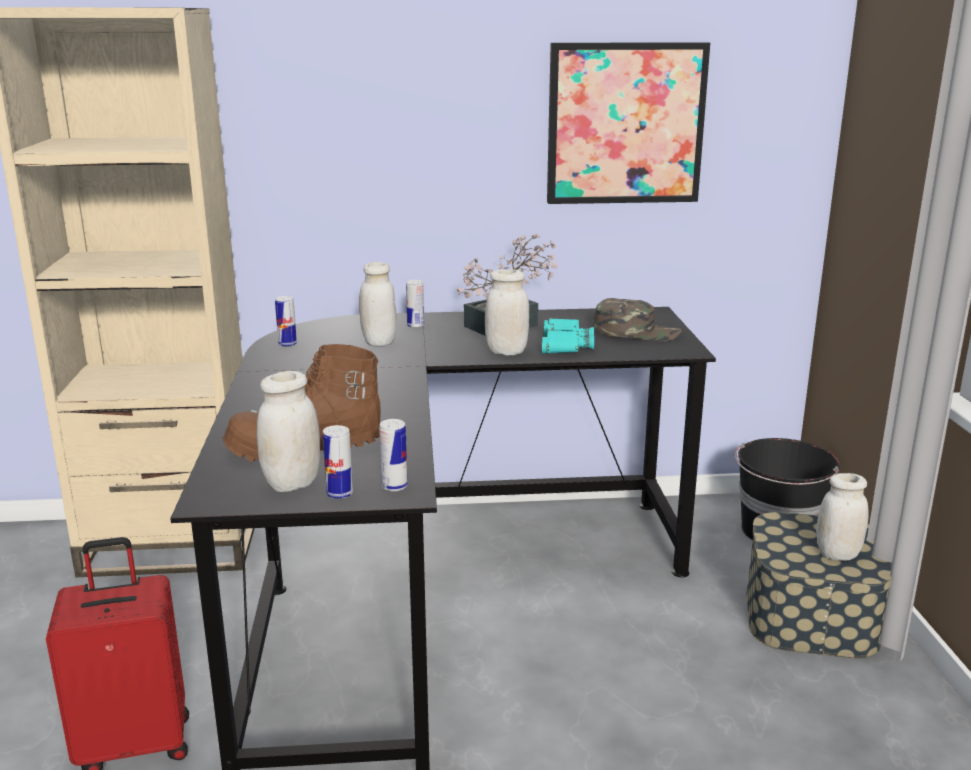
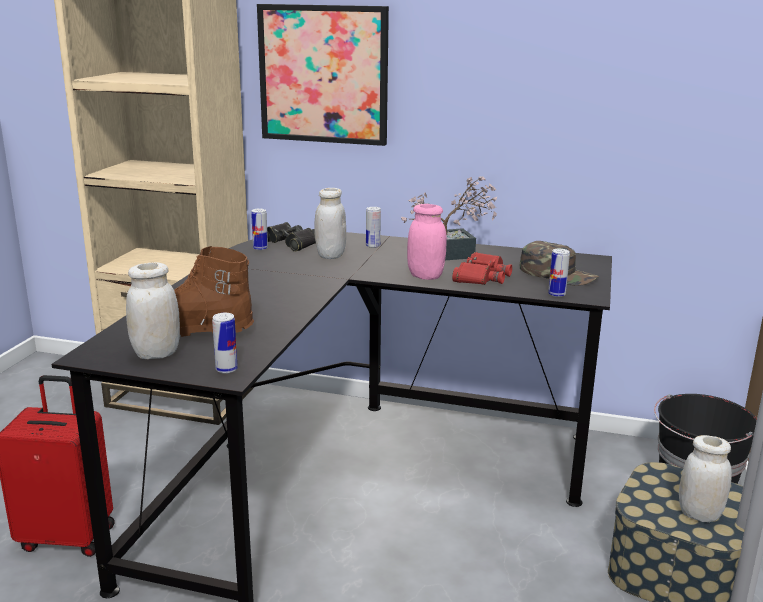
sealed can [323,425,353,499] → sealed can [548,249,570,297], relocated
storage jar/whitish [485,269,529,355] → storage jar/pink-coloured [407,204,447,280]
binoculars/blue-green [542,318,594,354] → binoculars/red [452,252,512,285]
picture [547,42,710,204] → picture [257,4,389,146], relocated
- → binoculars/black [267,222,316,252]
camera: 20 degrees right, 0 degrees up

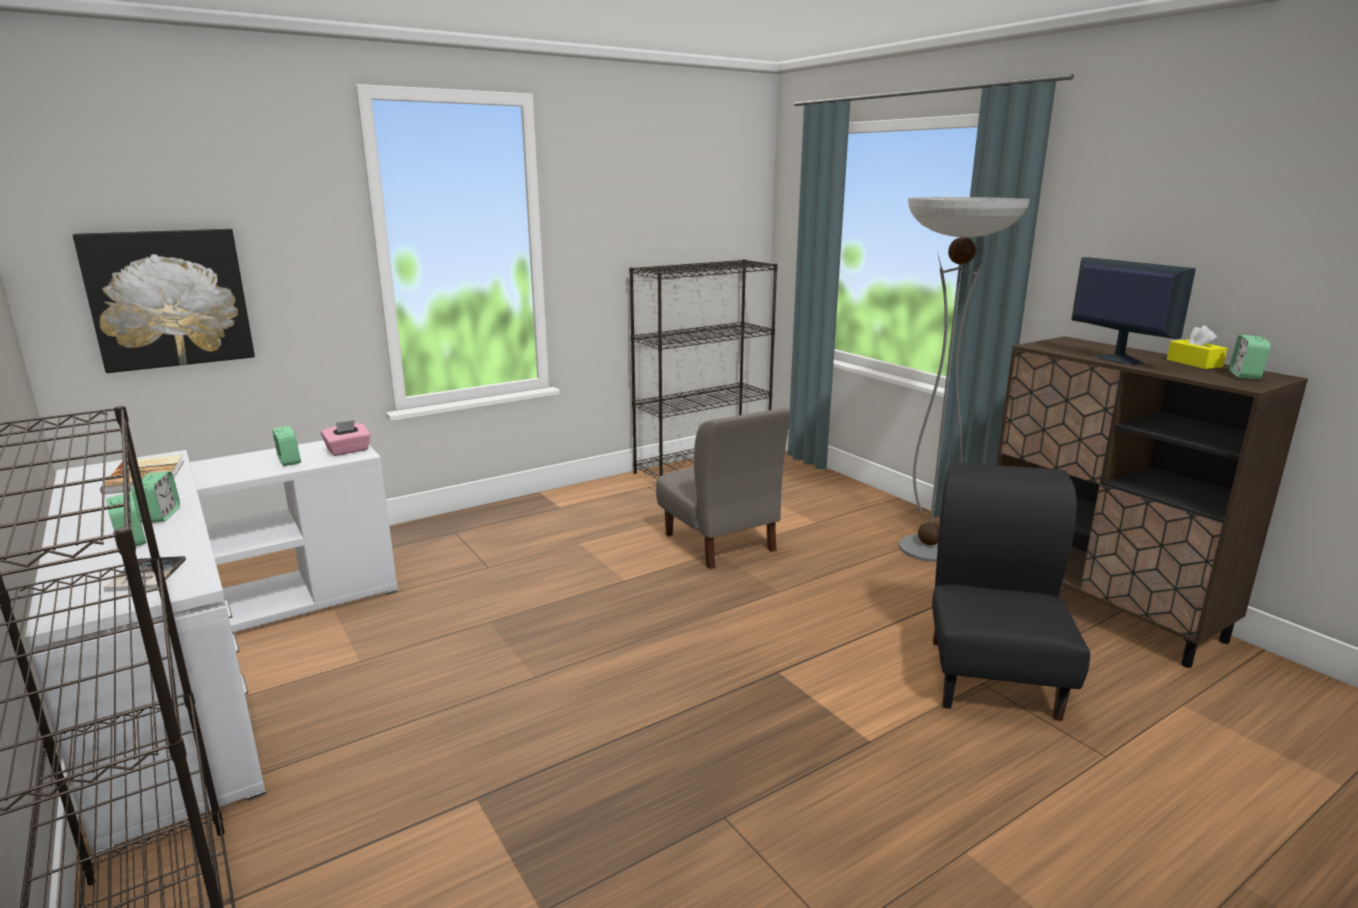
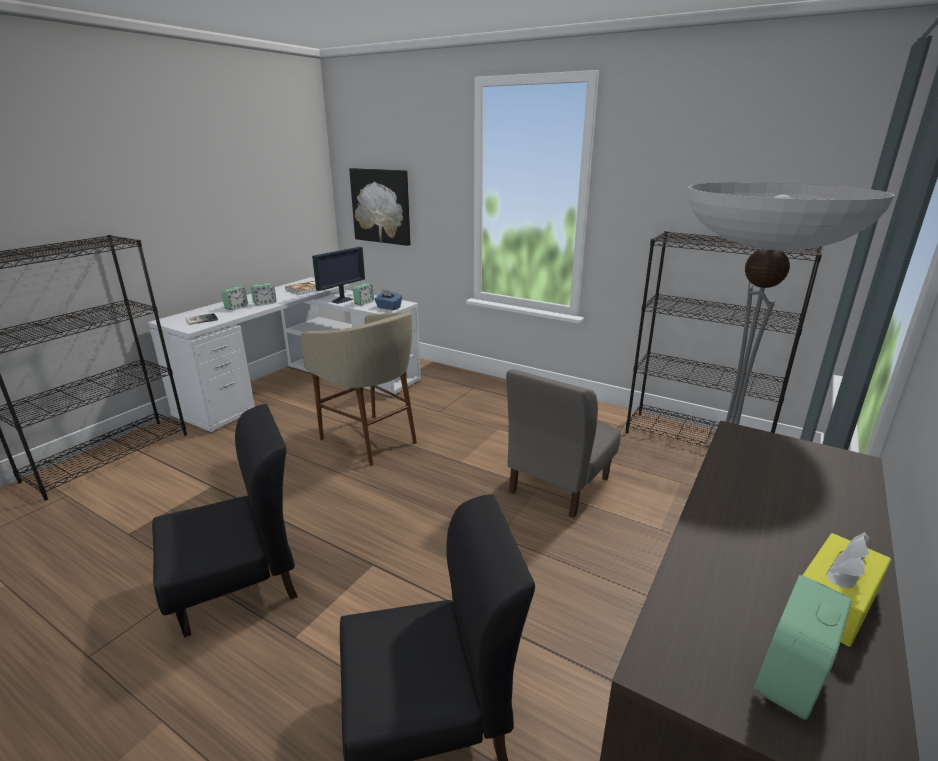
tissue box/pink-coloured [321,420,371,456] → tissue box/blue-coloured [374,289,402,310]
monitor [1071,257,1196,365] → monitor [312,247,365,304], relocated
alarm clock [1230,335,1271,379] → alarm clock [753,574,852,720], 45 degrees counterclockwise
- → upright chair/black [152,404,298,638]
- → stool seat/sand-coloured [300,312,417,466]
camera: 65 degrees right, 5 degrees up

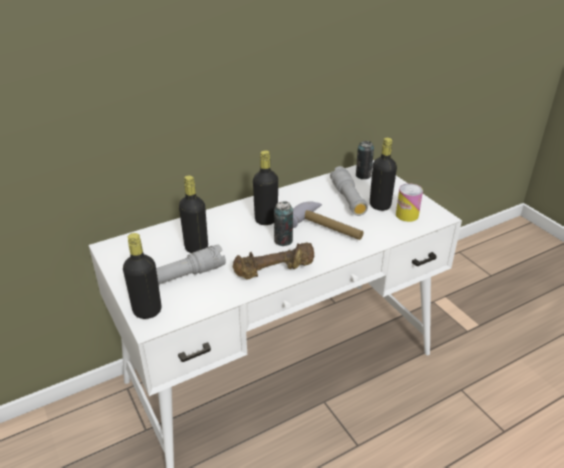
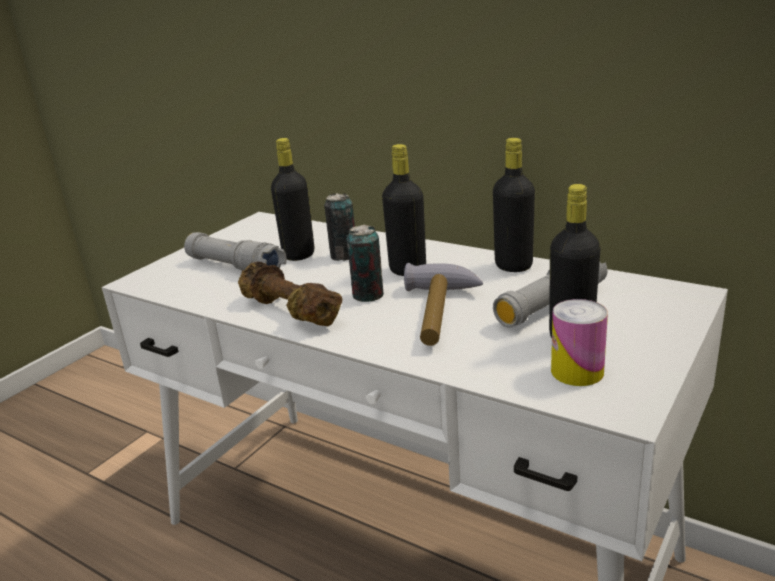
bottle/black [123,233,162,319] → bottle/black [493,138,535,272], relocated
sealed can [356,141,374,179] → sealed can [324,193,355,261], relocated
camera: 65 degrees right, 10 degrees down

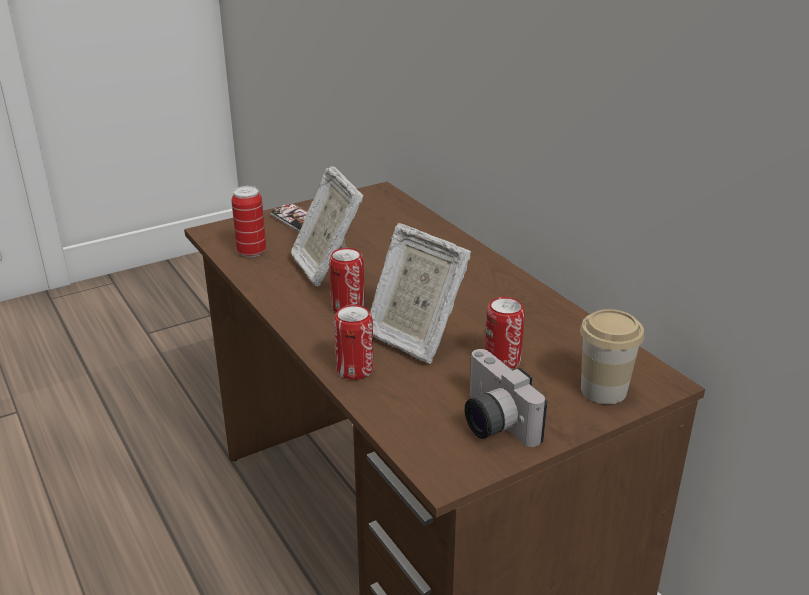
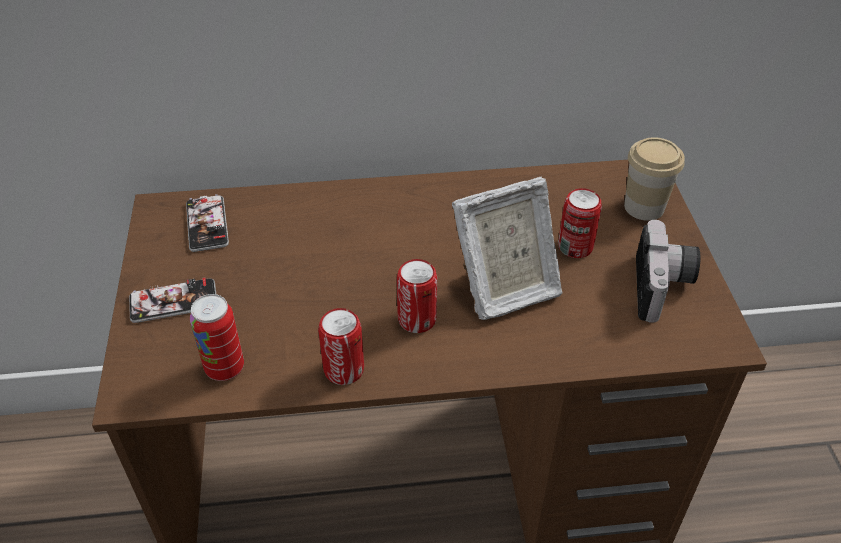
standing frame [291,166,364,286] → -
sealed can [334,305,374,380] → sealed can [318,308,364,385], relocated
photo camera [465,349,547,447] → photo camera [636,220,701,323], 75 degrees counterclockwise
- → phone [186,194,229,252]
camera: 65 degrees left, 15 degrees up

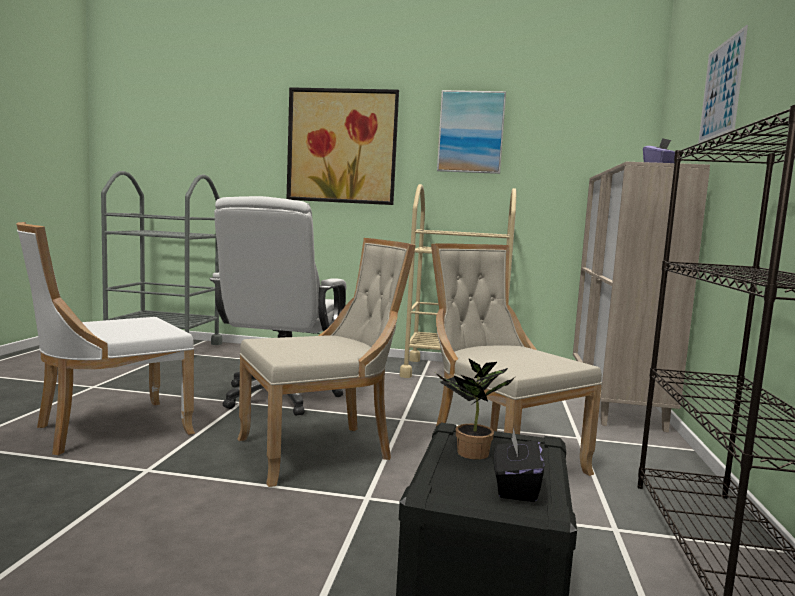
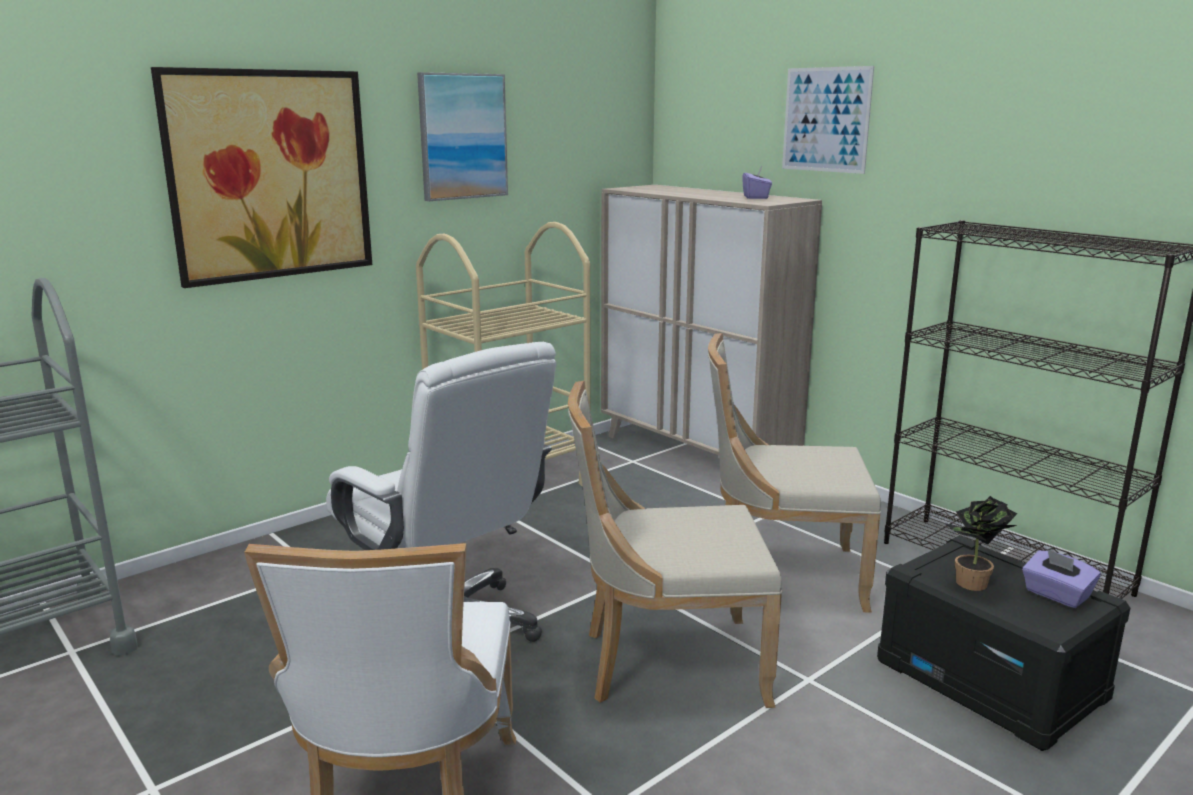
upright chair/sand-coloured [238,238,416,487] → upright chair/sand-coloured [568,381,782,708], 105 degrees counterclockwise
tissue box/black [494,428,544,502] → tissue box/purple-coloured [1022,549,1101,608]
camera: 50 degrees left, 10 degrees up

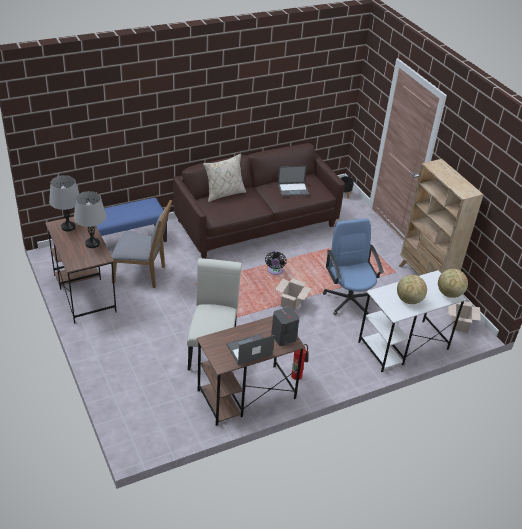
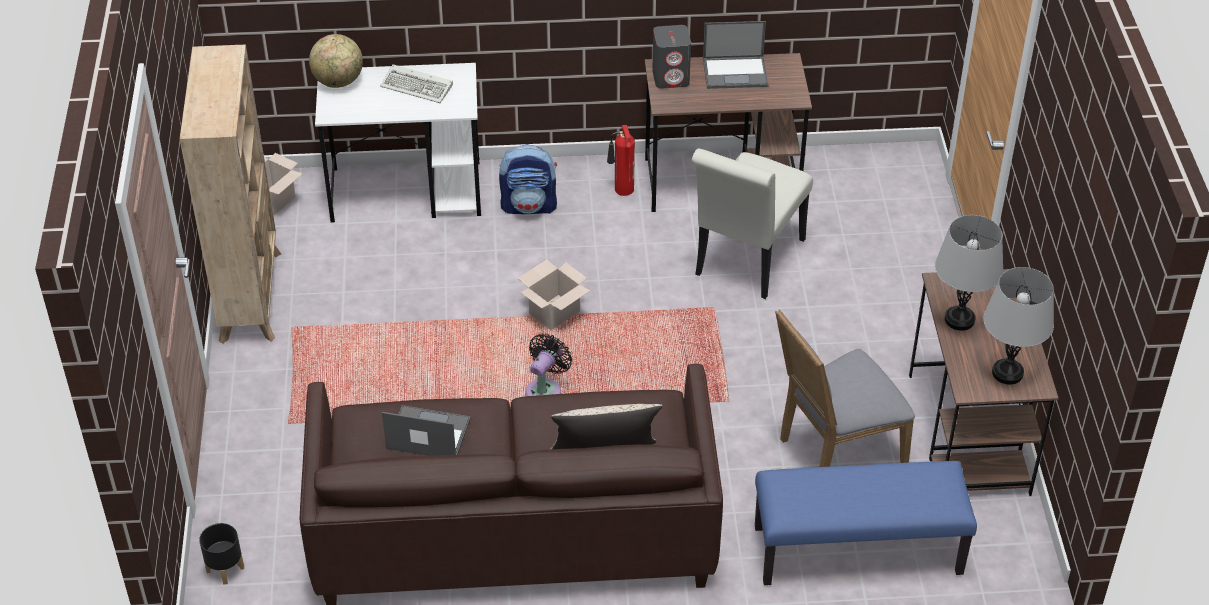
upright chair/gray [112,200,172,288] → upright chair/gray [775,309,915,467], 60 degrees counterclockwise
desk chair/blue-coloured [323,218,384,315] → -
desk globe [397,275,427,304] → keyboard [380,64,453,103]
- → backpack [499,145,557,214]
camera: 155 degrees left, 5 degrees up

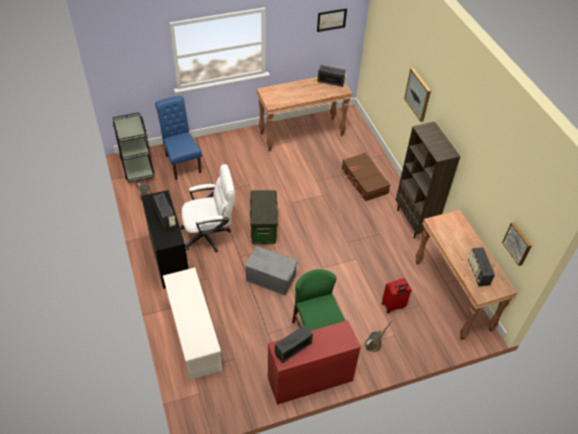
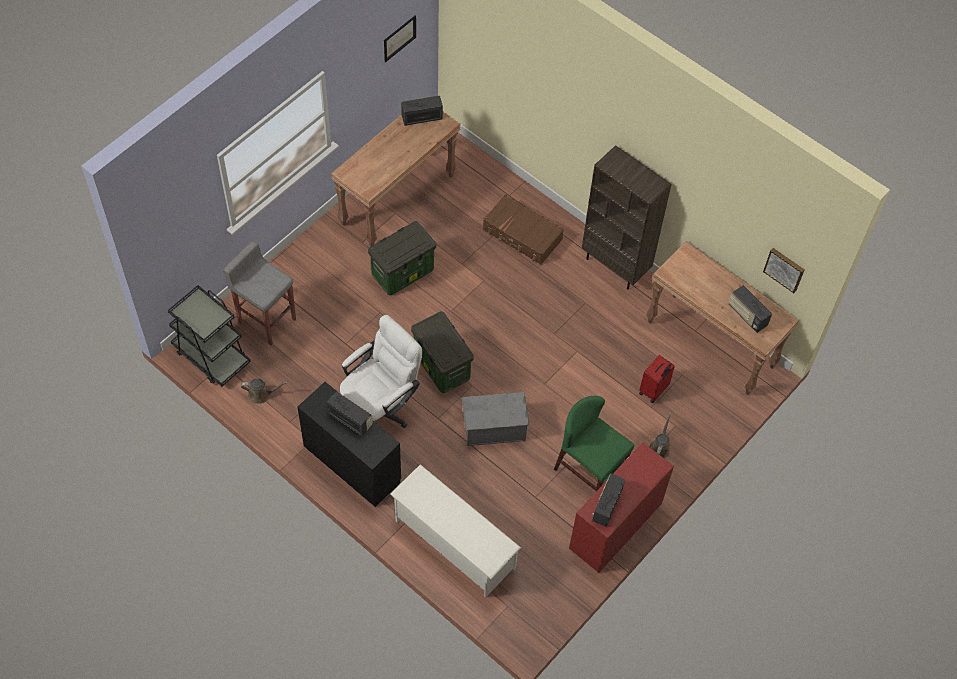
upright chair/blue-coloured [155,96,202,180] → stool seat/gray [223,241,296,345]
picture [404,68,431,122] → -
- → storage box [368,221,436,295]
camera: 30 degrees left, 10 degrees up

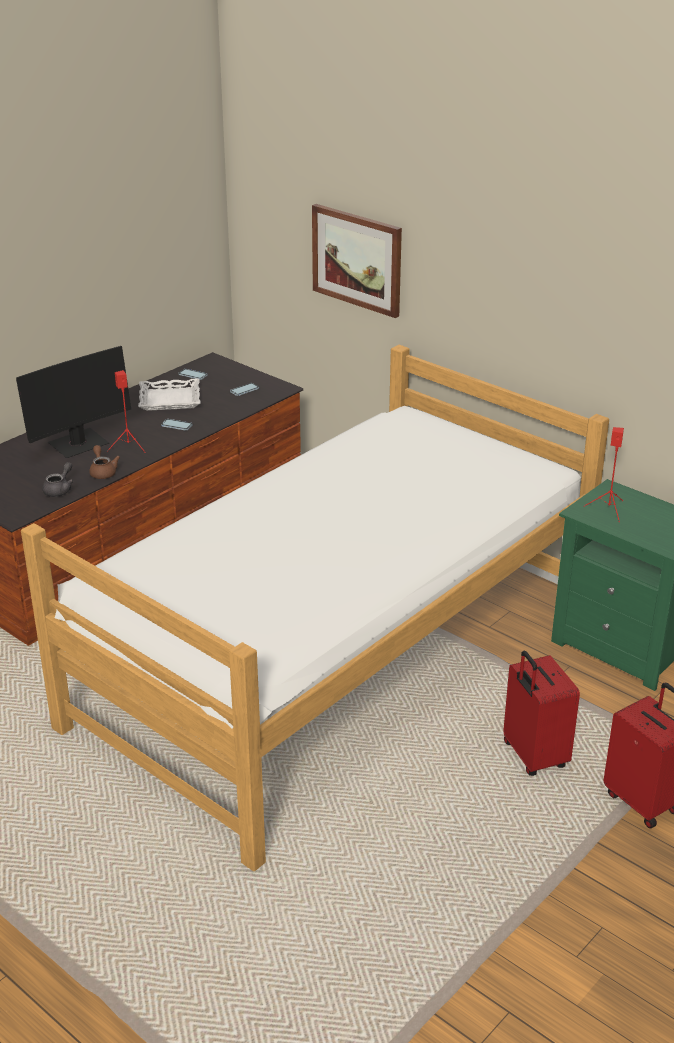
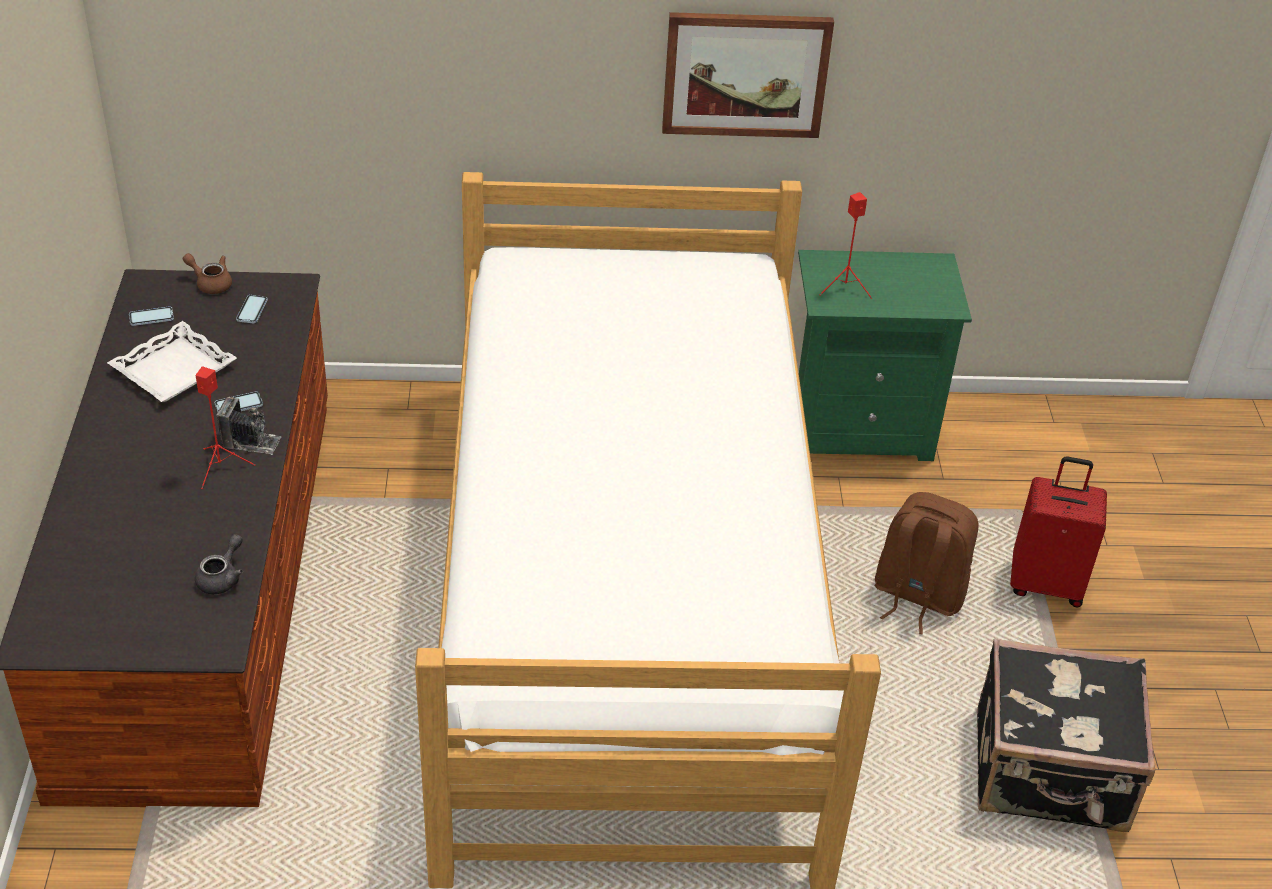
monitor [16,346,131,458] → -
pot for tea/gray [42,462,74,497] → pot for tea/gray [195,534,243,594], 45 degrees clockwise
pot for tea/brown-coloured [89,445,120,479] → pot for tea/brown-coloured [182,253,232,294], relocated
picture [312,204,402,318] → picture [662,12,834,138], relocated
travel case/red [503,651,580,776] → backpack/brown-coloured [874,492,979,635]
- → photo camera [217,396,282,455]
- → travel case/black [977,639,1155,832]
camera: 45 degrees left, 10 degrees up

